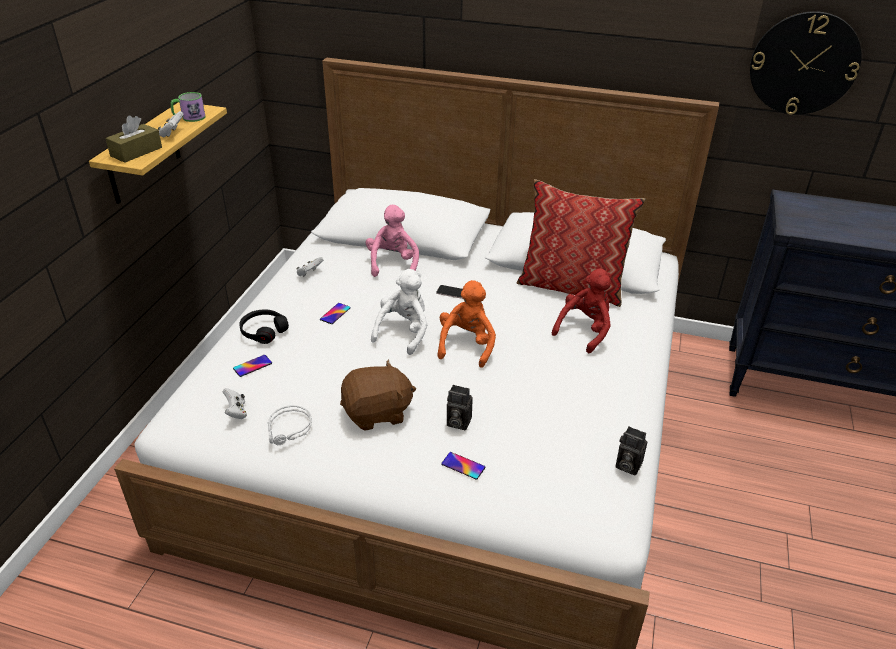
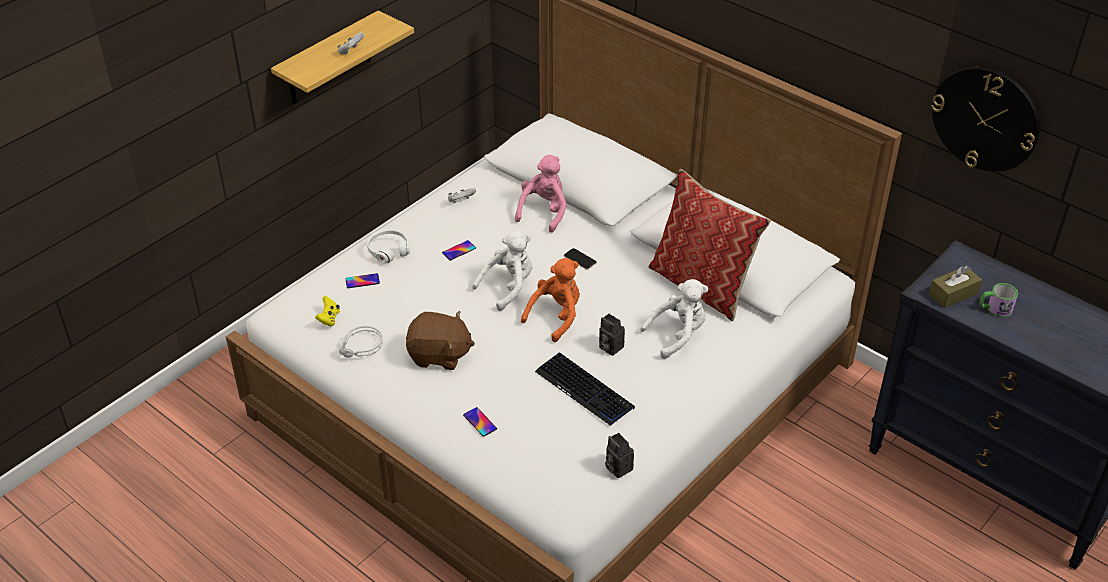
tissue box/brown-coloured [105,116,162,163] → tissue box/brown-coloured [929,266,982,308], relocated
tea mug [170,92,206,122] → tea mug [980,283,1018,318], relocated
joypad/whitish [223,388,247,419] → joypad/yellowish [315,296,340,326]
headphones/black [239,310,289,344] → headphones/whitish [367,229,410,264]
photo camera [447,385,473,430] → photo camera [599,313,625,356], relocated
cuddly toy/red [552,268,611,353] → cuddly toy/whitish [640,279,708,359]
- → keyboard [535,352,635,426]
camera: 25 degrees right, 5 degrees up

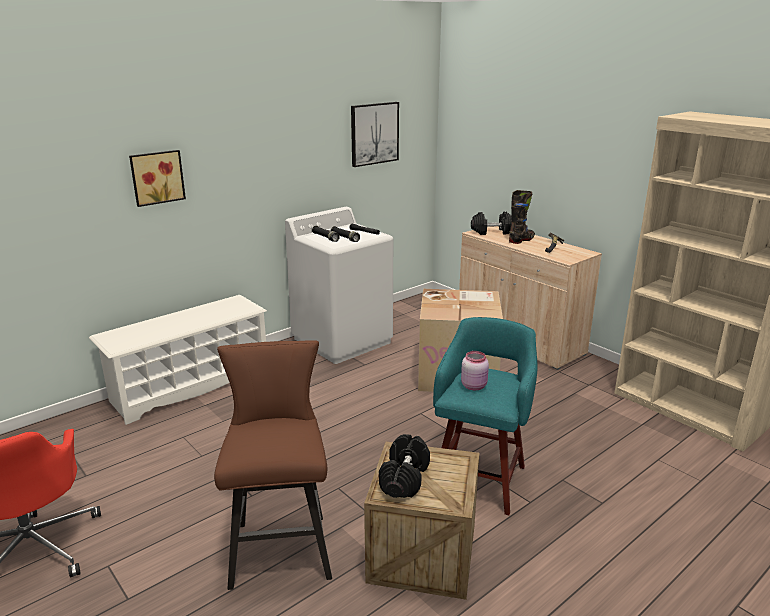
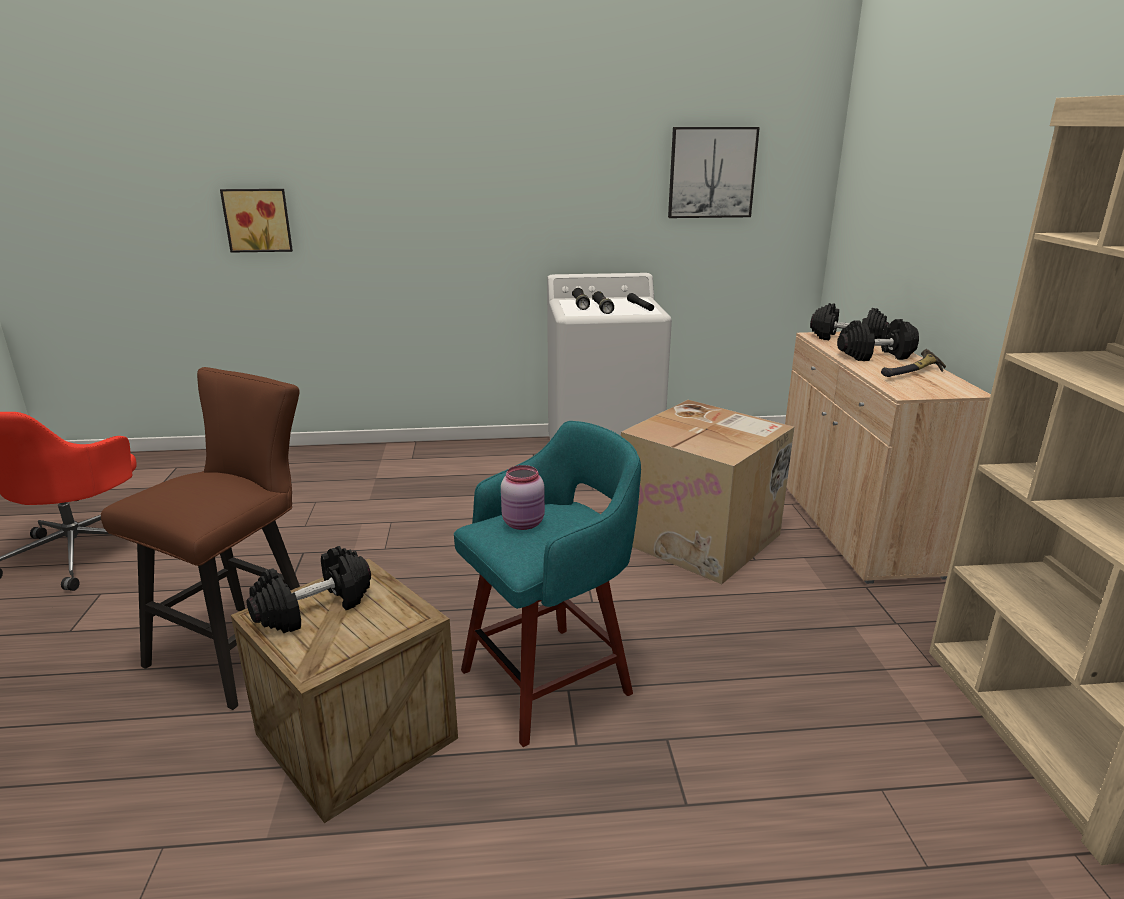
shoe stand/whitish [89,295,267,425] → -
picture [129,150,186,207] → picture [220,189,293,253], relocated
high-top boot/black [509,190,535,244] → free weight/black [837,319,919,361]
camera: 35 degrees right, 0 degrees up

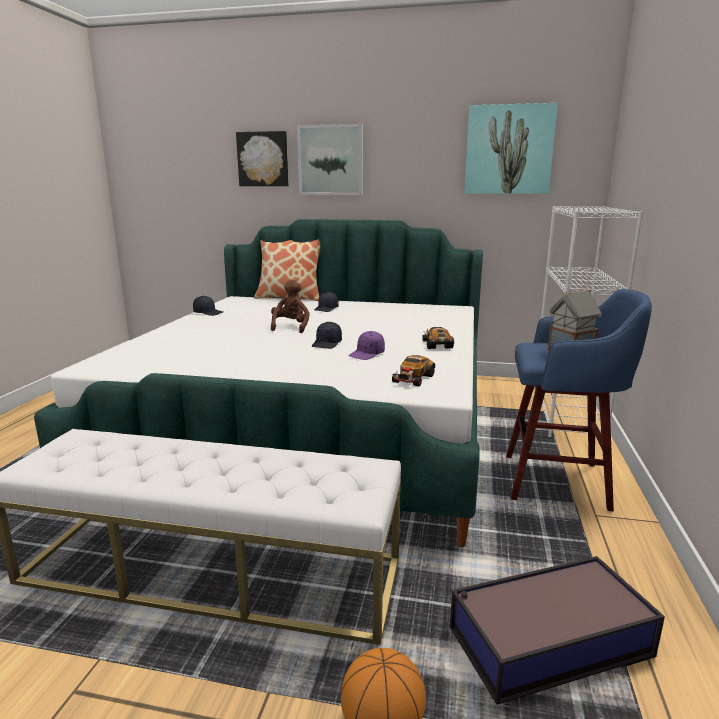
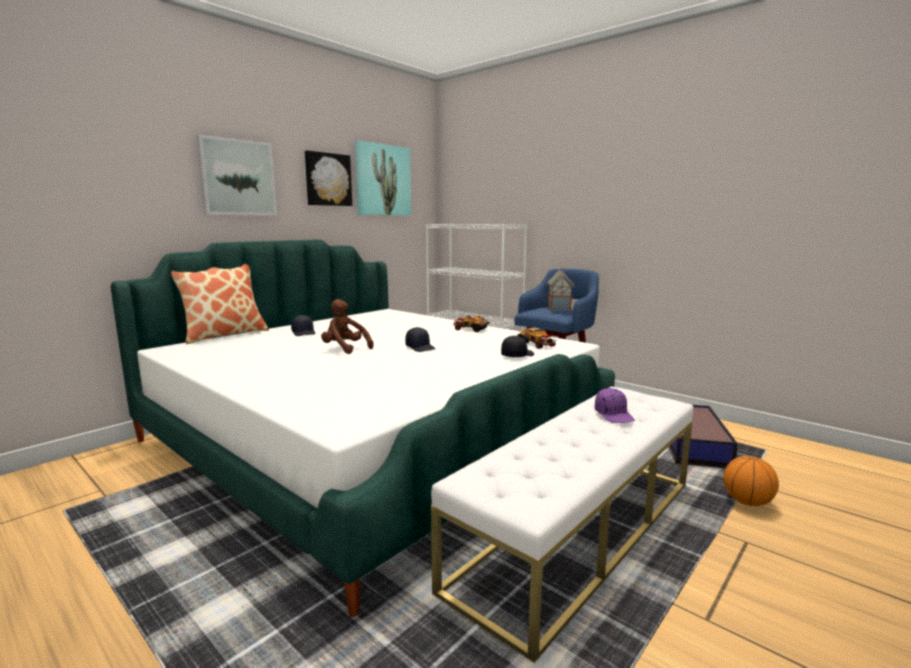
peaked cap/black [193,296,223,316] → peaked cap/black [501,336,534,357], relocated
picture [236,131,288,186] → picture [305,150,352,206], relocated
peaked cap/purple-coloured [349,331,385,360] → peaked cap/purple-coloured [595,388,635,423], relocated
camera: 60 degrees left, 5 degrees down

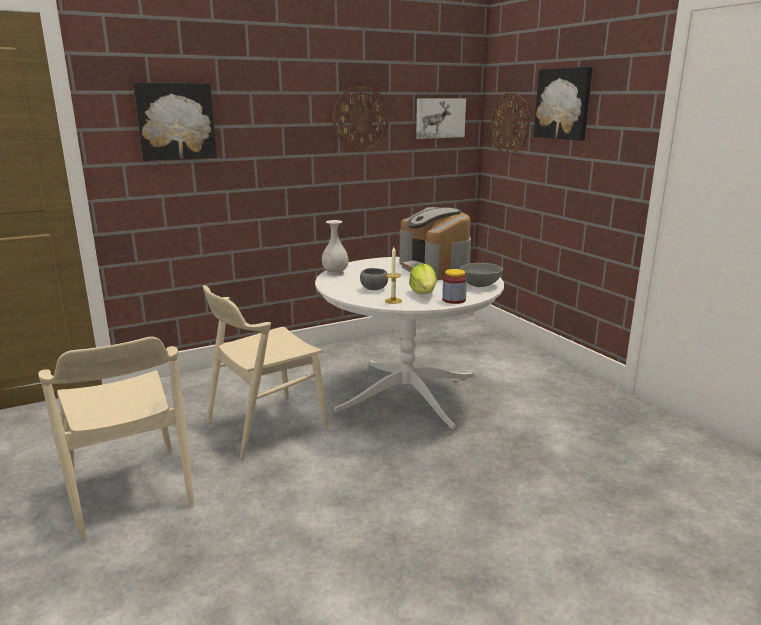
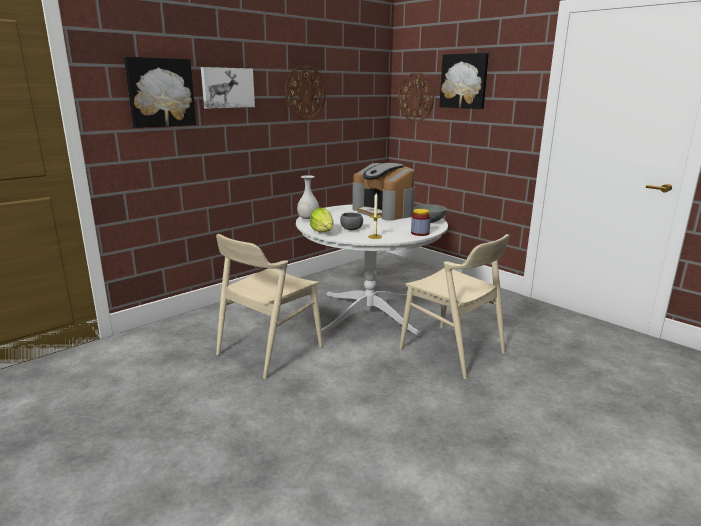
upright chair/sand-coloured [38,337,194,540] → upright chair/sand-coloured [399,234,510,379], relocated
lettuce head [409,263,437,294] → lettuce head [310,208,334,232], relocated
picture [416,99,466,139] → picture [201,67,255,109], relocated
camera: 15 degrees left, 0 degrees up

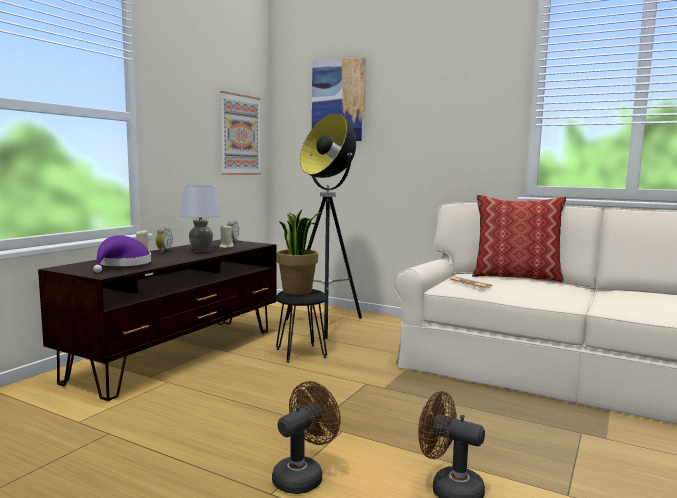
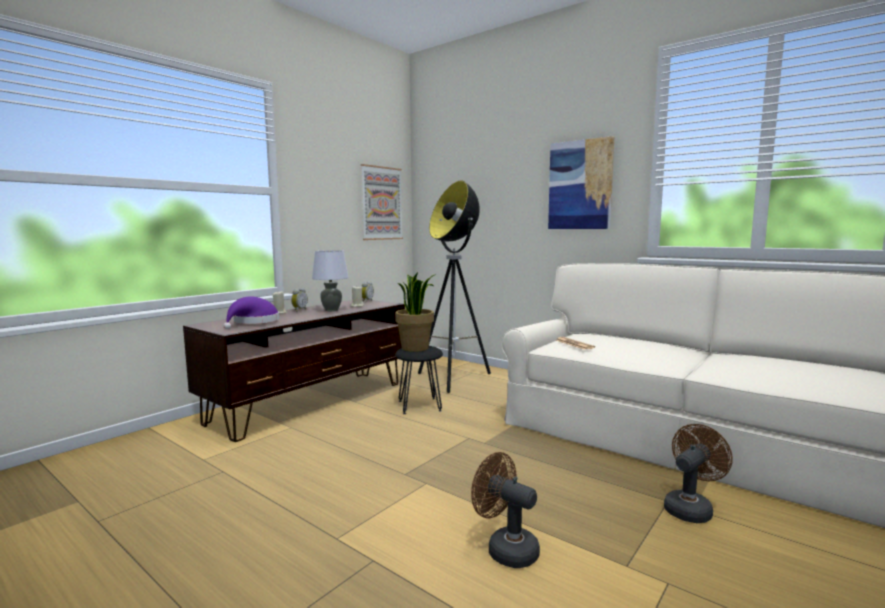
electric fan/brown-coloured [272,381,341,494] → electric fan/brown-coloured [664,424,733,523], relocated
picture [312,57,366,141] → picture [548,136,614,229], relocated
throw pillow [472,195,567,282] → -
camera: 10 degrees right, 0 degrees up

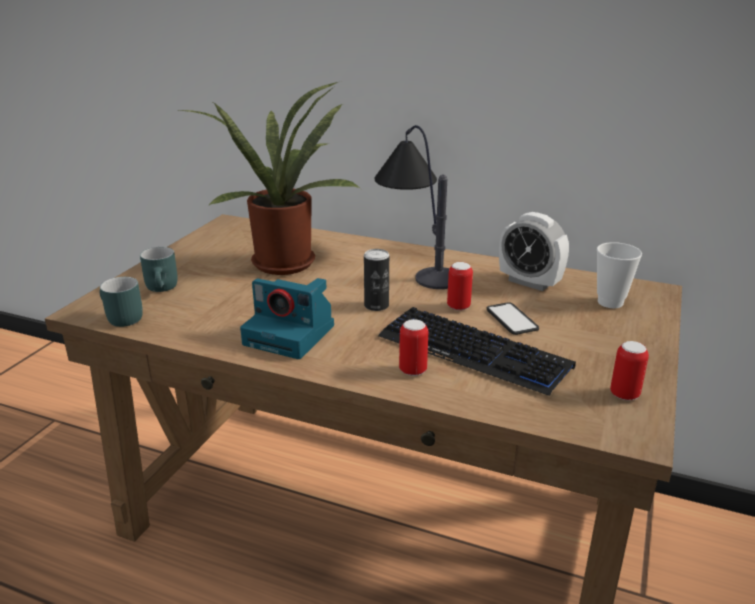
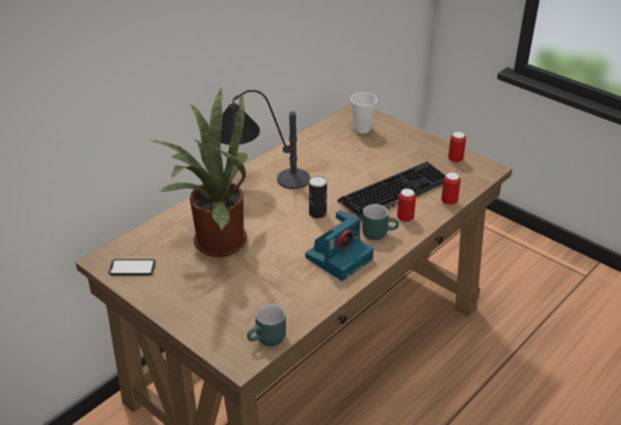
tea mug/blue-green [140,247,177,292] → tea mug/blue-green [362,204,399,240], relocated
sealed can [447,262,473,311] → sealed can [441,172,461,205], relocated
phone [487,302,539,335] → phone [108,259,156,276], relocated
alarm clock [499,212,569,291] → -
camera: 70 degrees left, 10 degrees up

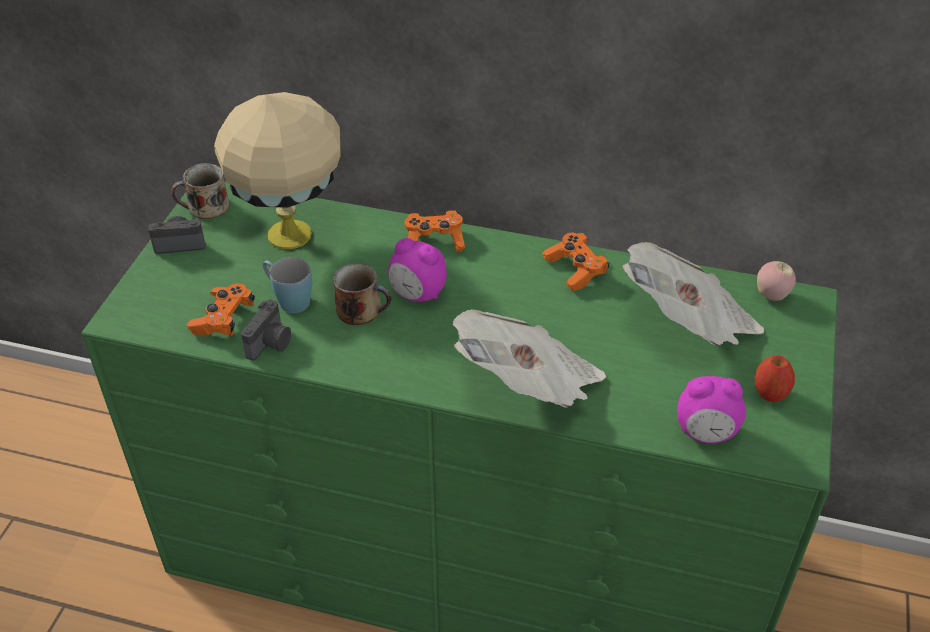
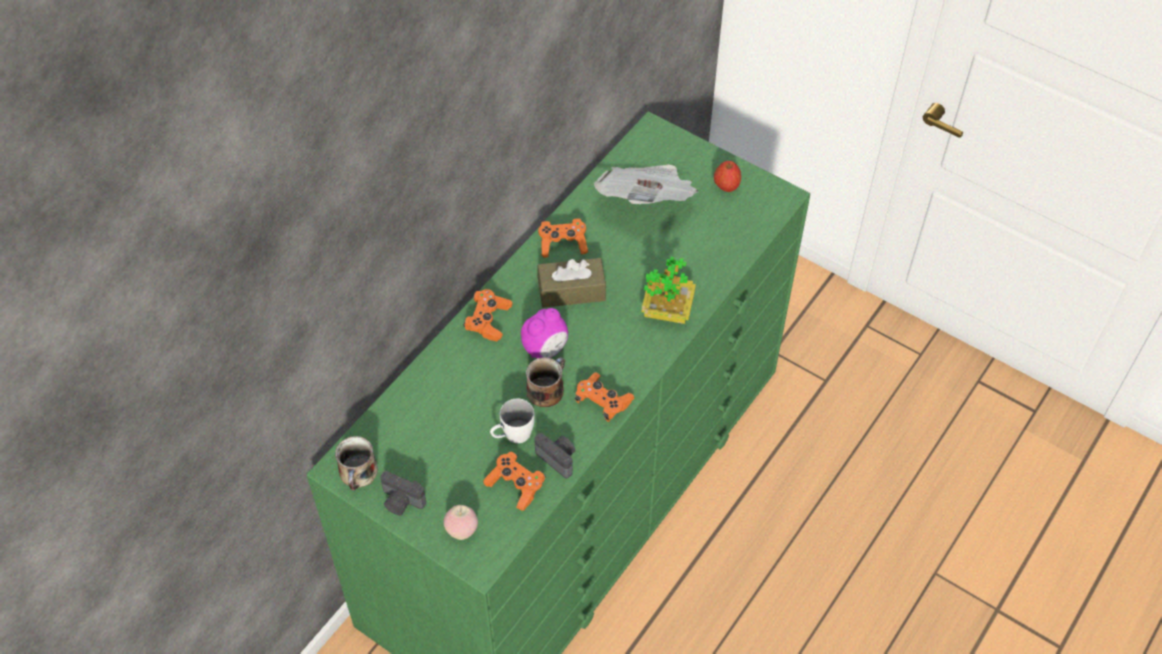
photo camera [148,216,205,254] → photo camera [380,471,426,515], 75 degrees counterclockwise
lamp for a table/sand-coloured [214,92,341,250] → -
tea mug/blue-coloured [262,257,312,313] → tea mug/whitish [490,398,535,443]
printed paper [452,309,606,408] → plant in a pot [641,257,696,324]
alarm clock [677,376,746,443] → -
apple fruit [757,261,796,301] → apple fruit [444,505,478,540], relocated
- → tissue box/brown-coloured [537,258,606,308]
- → joypad/orange-coloured [575,372,635,422]
camera: 70 degrees left, 10 degrees up

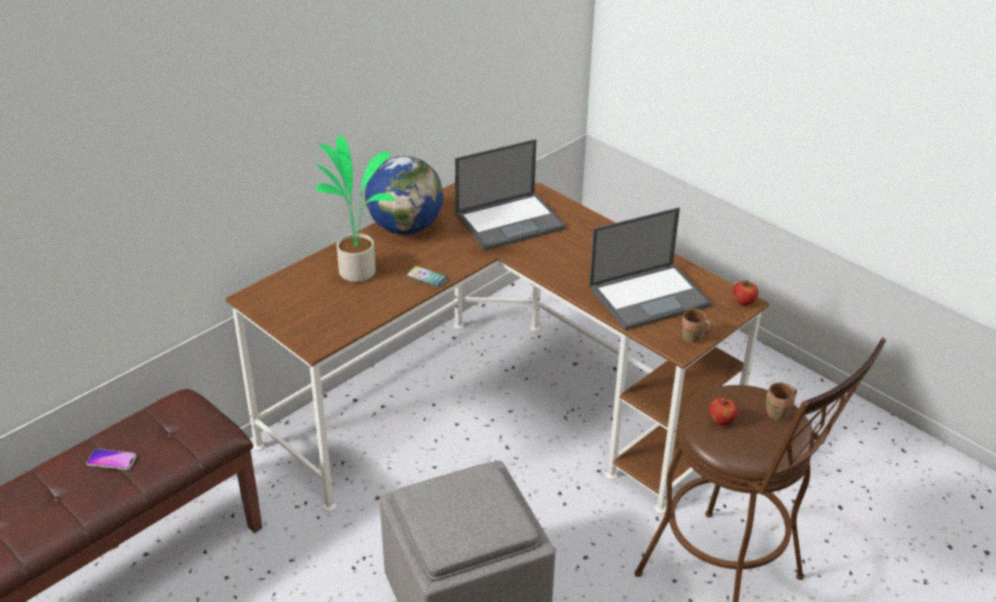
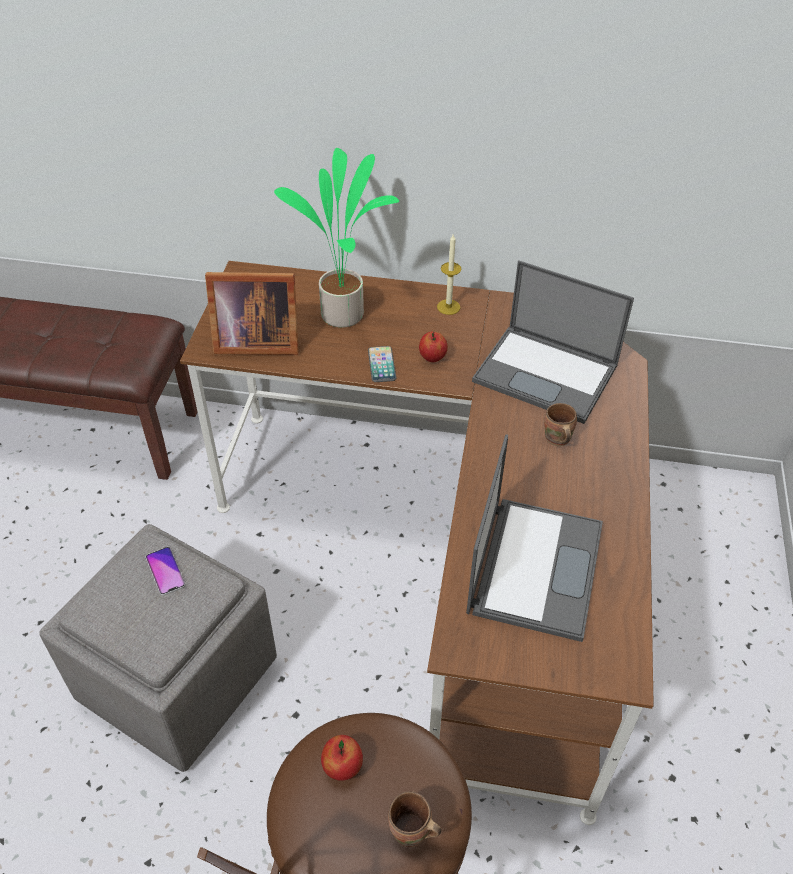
phone [86,449,137,470] → phone [146,547,186,596], relocated
desk globe [365,156,443,234] → candle [437,234,461,315]
laptop [589,207,711,331] → laptop [466,434,603,642], 105 degrees counterclockwise
tea mug/brown-coloured [682,308,713,343] → tea mug/brown-coloured [544,403,577,446], relocated
apple fruit [733,280,758,306] → apple fruit [419,332,448,362], relocated
- → standing frame [205,272,299,355]
camera: 55 degrees right, 10 degrees up

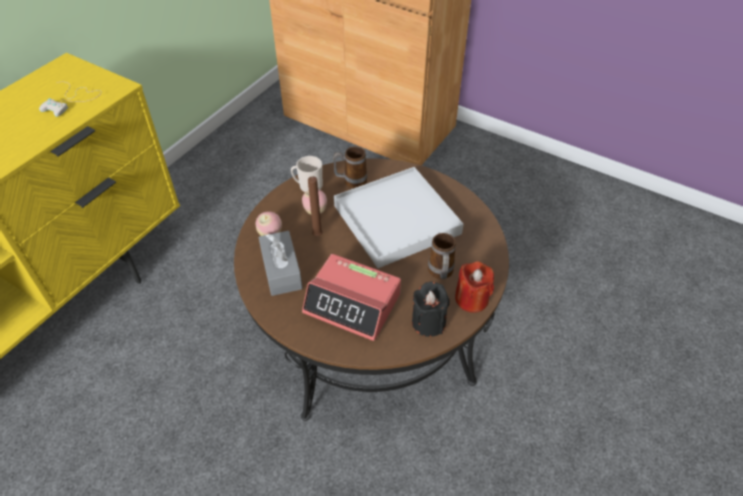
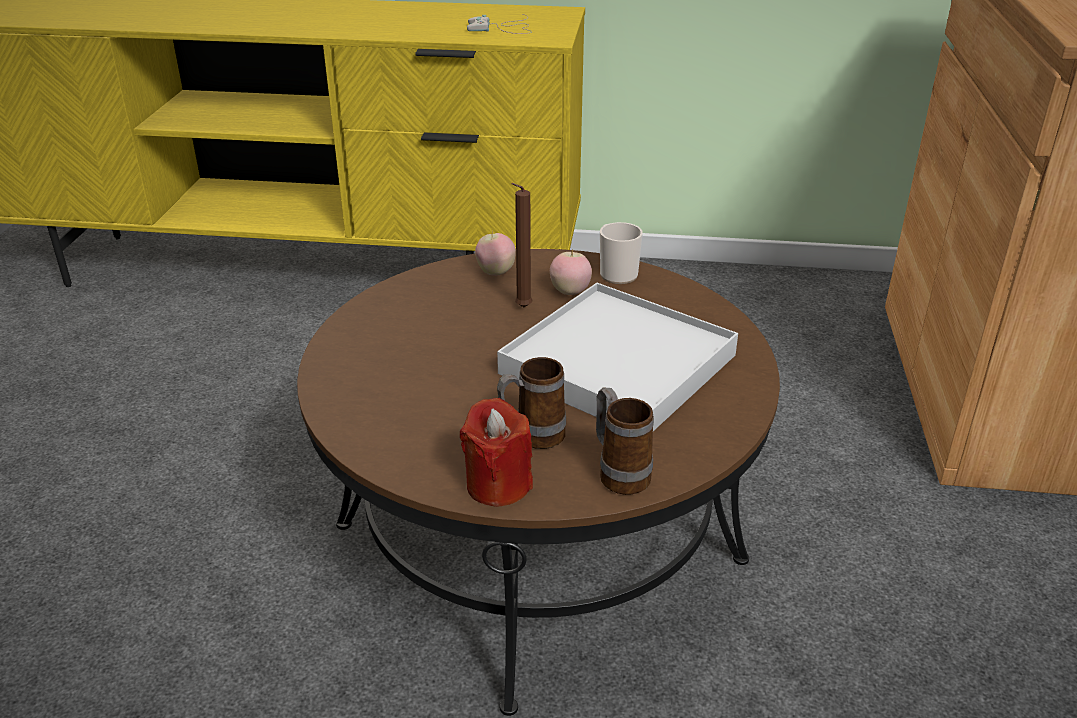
tissue box/gray [259,231,303,296] → -
alarm clock [302,254,401,341] → -
tea mug [333,146,367,189] → tea mug [596,388,654,495], relocated
candle/black [412,282,450,337] → -
camera: 65 degrees right, 15 degrees down

